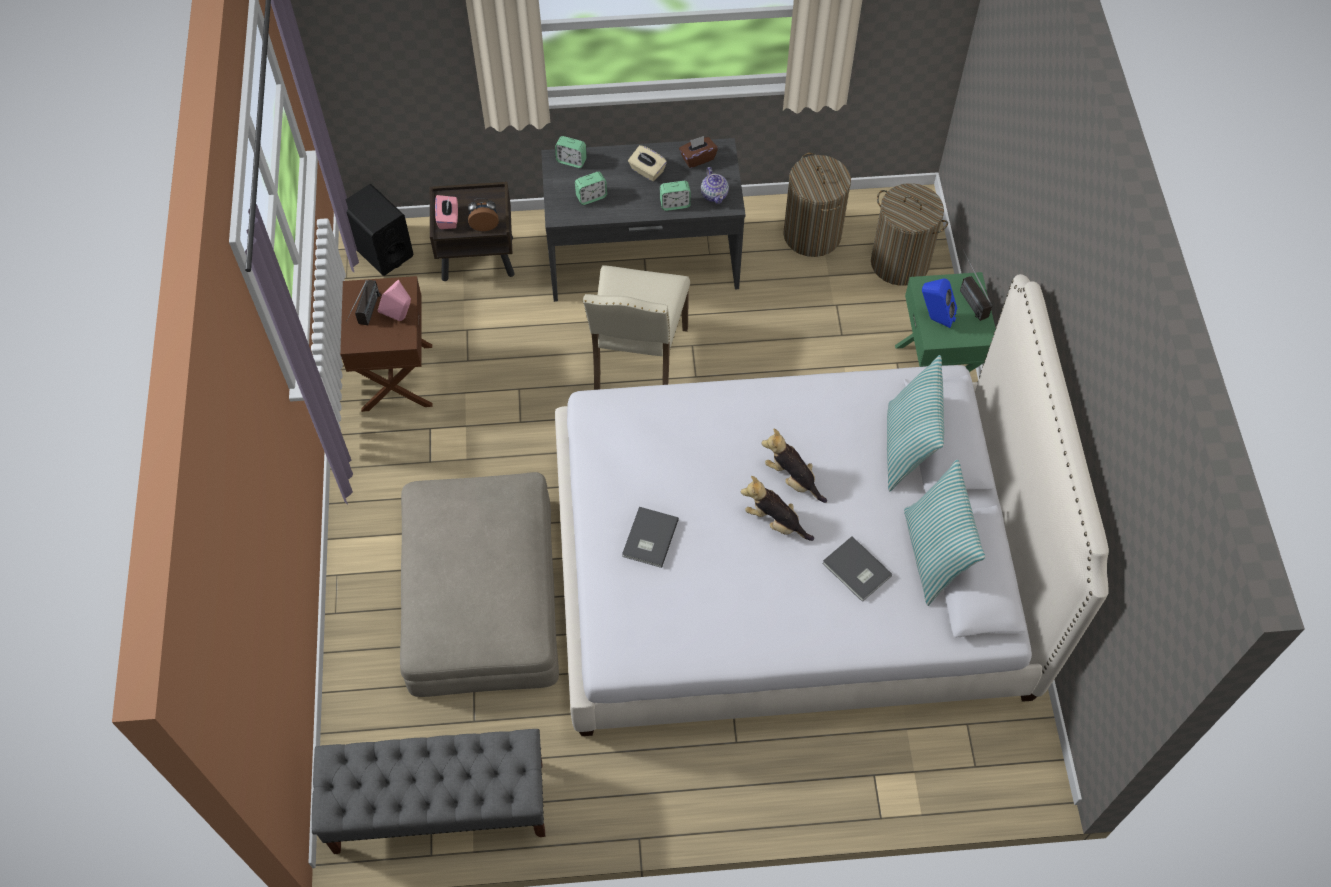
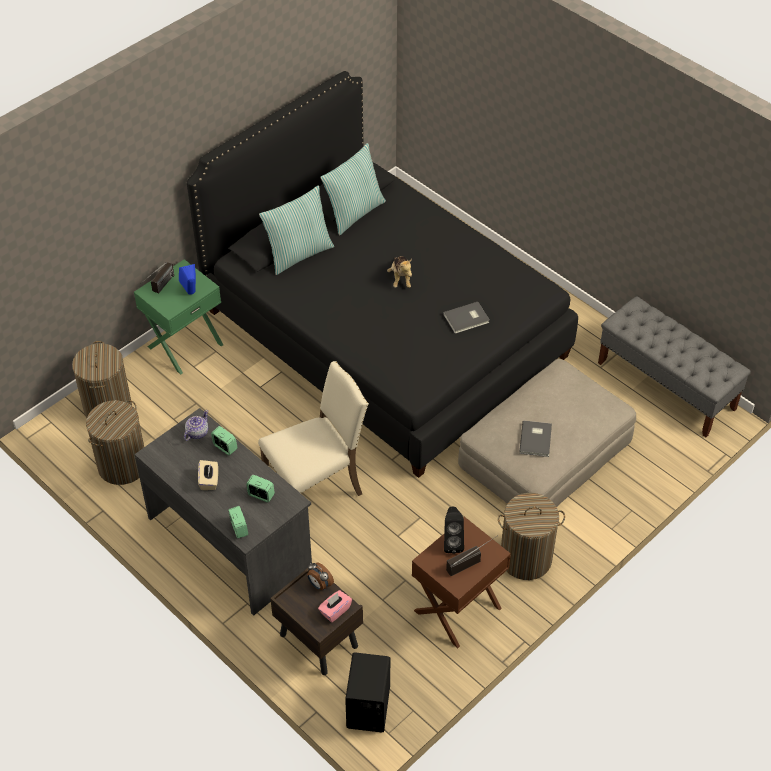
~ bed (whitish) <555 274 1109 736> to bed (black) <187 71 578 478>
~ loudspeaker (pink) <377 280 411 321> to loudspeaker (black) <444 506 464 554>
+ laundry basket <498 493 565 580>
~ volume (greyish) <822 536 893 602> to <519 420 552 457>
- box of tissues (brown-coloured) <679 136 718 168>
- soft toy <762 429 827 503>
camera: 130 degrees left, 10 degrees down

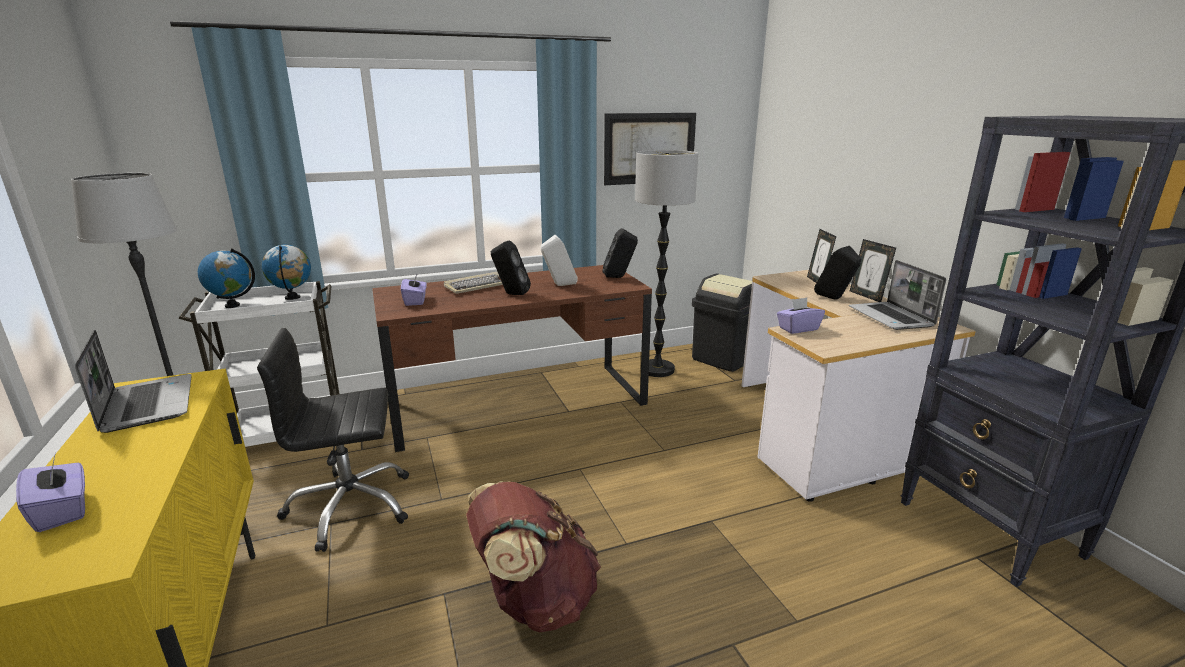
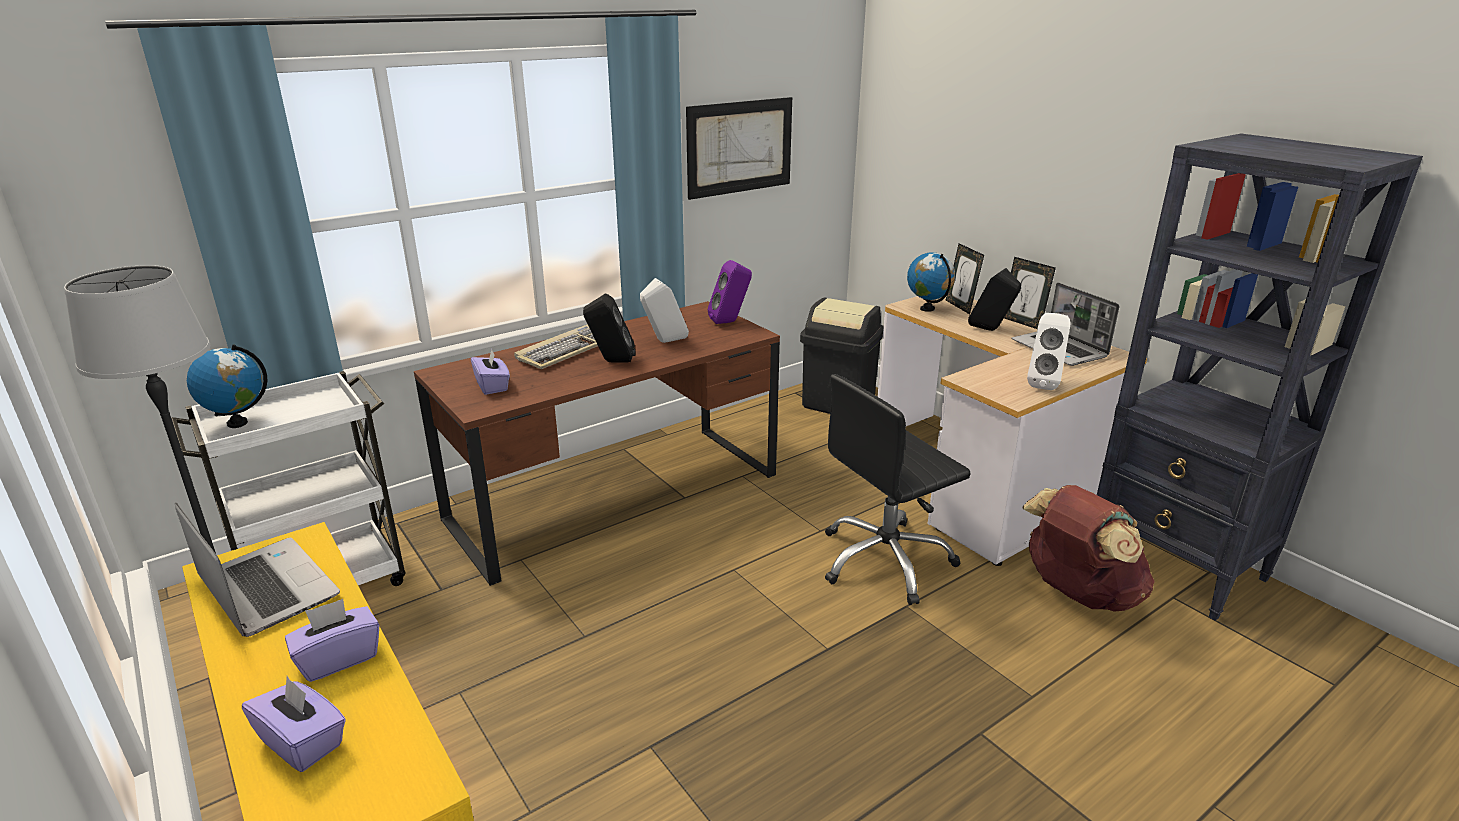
~ box of tissues (purple) <777 297 825 334> to <285 599 379 682>
~ loudspeaker (black) <602 228 638 278> to loudspeaker (purple) <708 260 752 324>
~ office chair (black) <257 328 409 552> to <825 374 971 605>
~ desk globe <262 245 311 300> to <907 252 955 312>
~ knapsack (brown-coloured) <466 481 601 632> to <1022 485 1155 611>
+ loudspeaker (whitish) <1027 313 1070 390>
- standard lamp <635 150 698 377>
camera: 15 degrees left, 5 degrees up

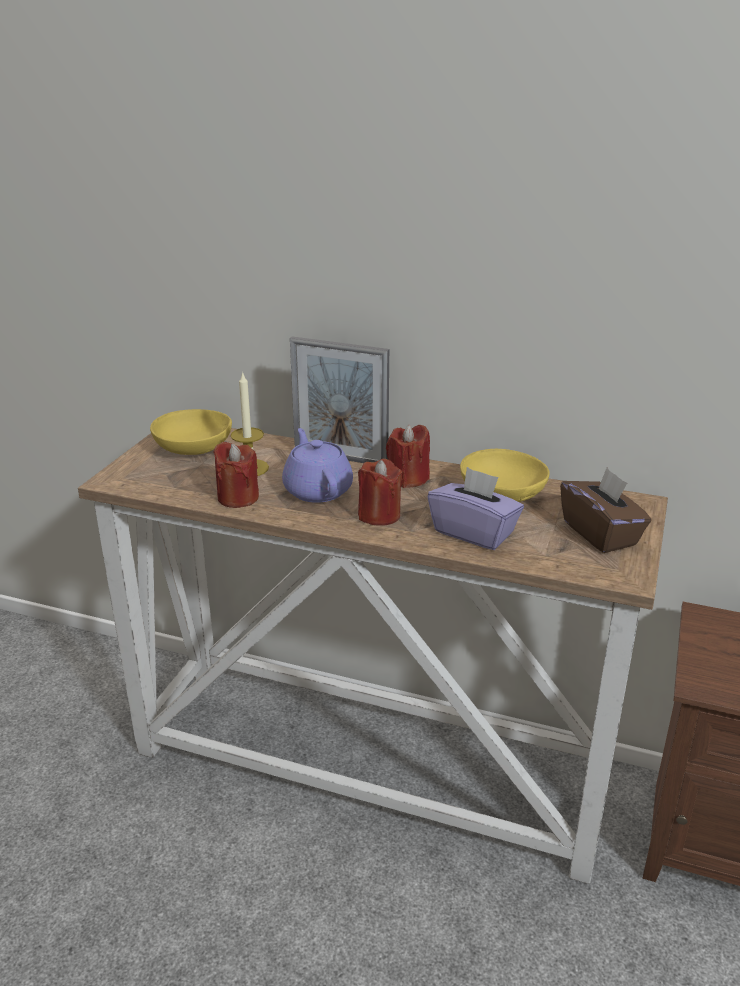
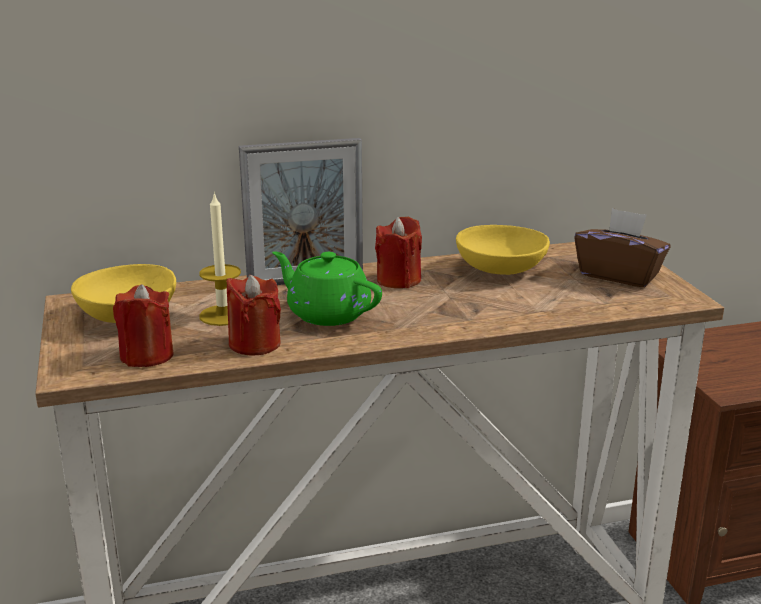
~ wax candle (red) <358 459 402 526> to <113 284 174 367>
~ tea pot (purple) <282 428 353 503> to tea pot (green) <272 251 382 326>
- box of tissues (purple) <428 467 524 550>
camera: 35 degrees left, 5 degrees down

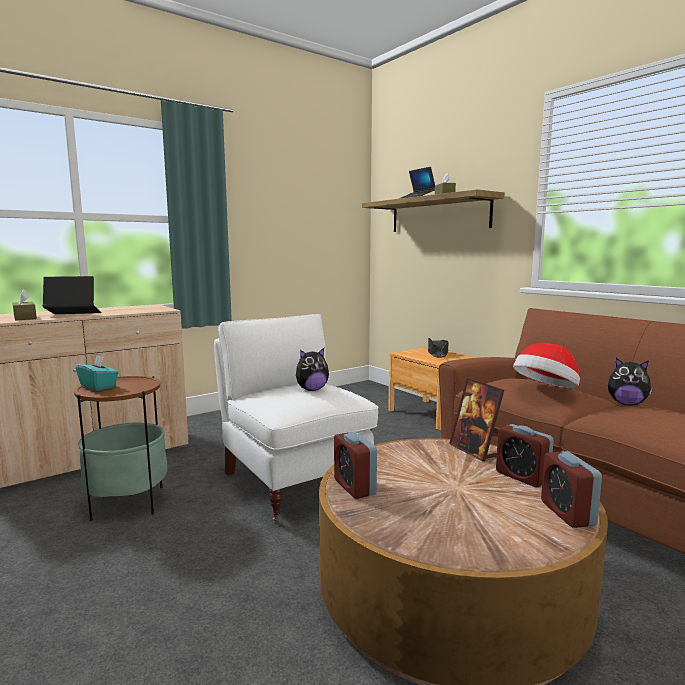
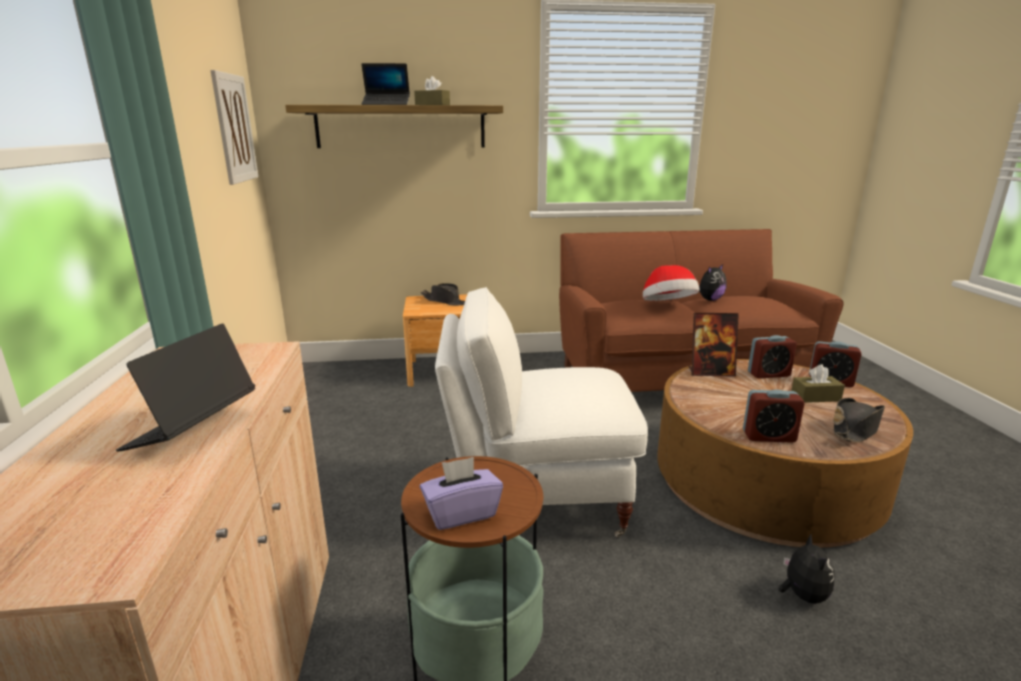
+ wall picture <210 70 258 185>
~ box of tissues (turquoise-coloured) <76 355 119 391> to box of tissues (purple) <420 457 503 530>
~ soft toy <296 348 329 391> to <778 535 835 604>
~ box of tissues (brown-coloured) <13 289 37 321> to <791 364 845 403>
+ wearable hat (black) <833 398 885 443>
camera: 60 degrees left, 10 degrees up

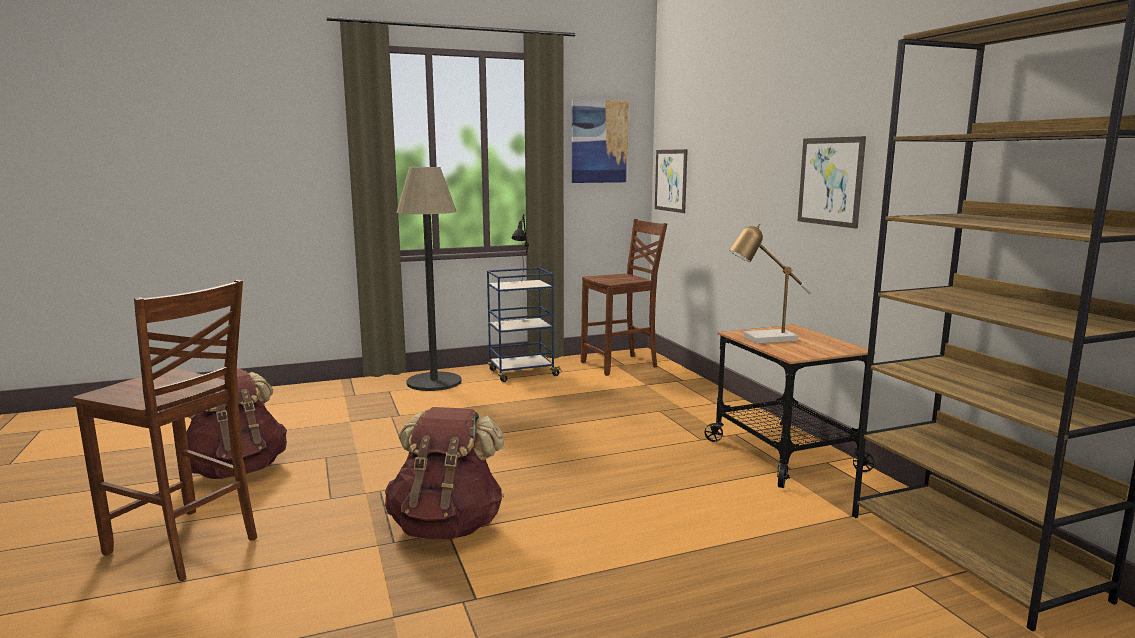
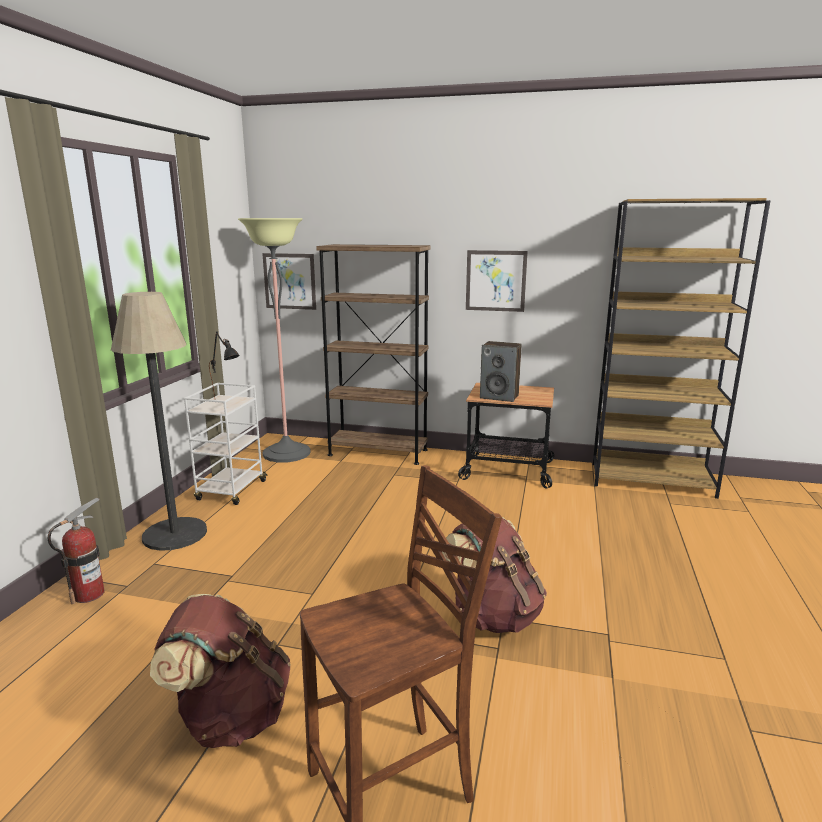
+ extinguisher <47 498 105 604>
~ trolley (bluish) <487 268 562 382> to trolley (whitish) <184 383 268 505>
~ chair (brown-coloured) <581 219 667 376> to standard lamp <238 218 311 463>
+ shelving unit (brown-coloured) <316 244 431 465>
~ lamp for a table <729 224 812 344> to loudspeaker <480 341 522 402>
- wall picture <572 99 629 183>
camera: 55 degrees left, 5 degrees up

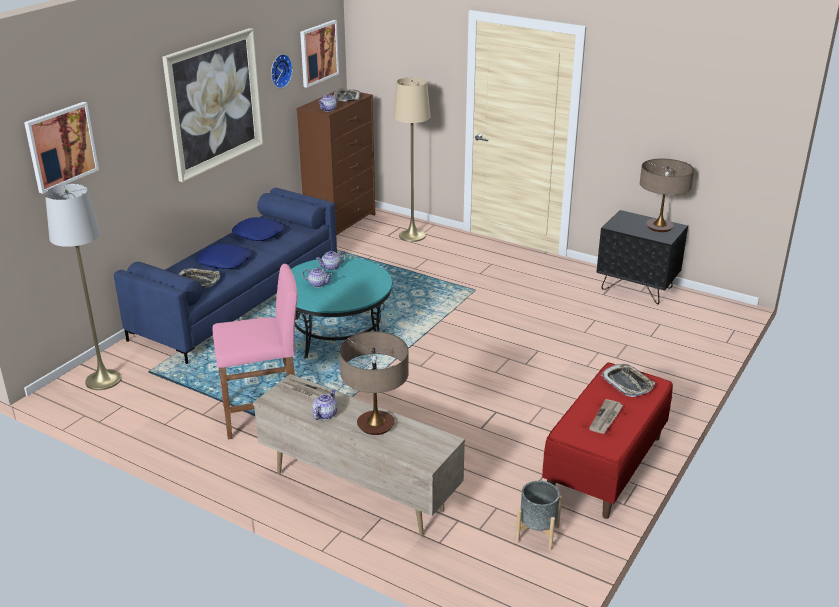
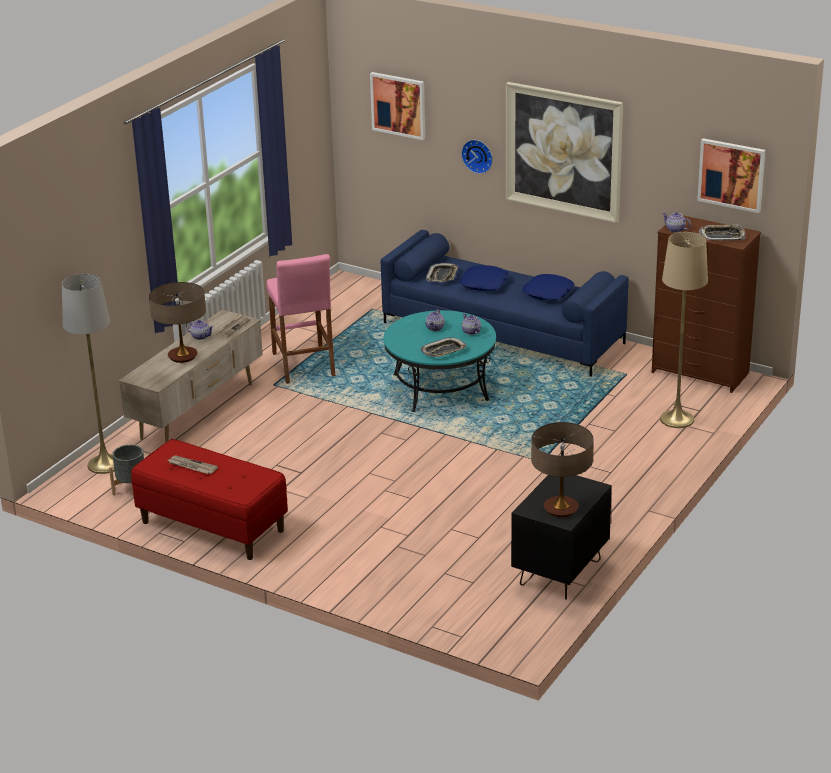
~ standard lamp (greyish) <45 184 122 390> to <62 274 114 474>
~ tray <601 364 655 397> to <420 337 466 357>
~ clock on the wall <271 54 293 88> to <461 140 493 174>
camera: 90 degrees right, 0 degrees up

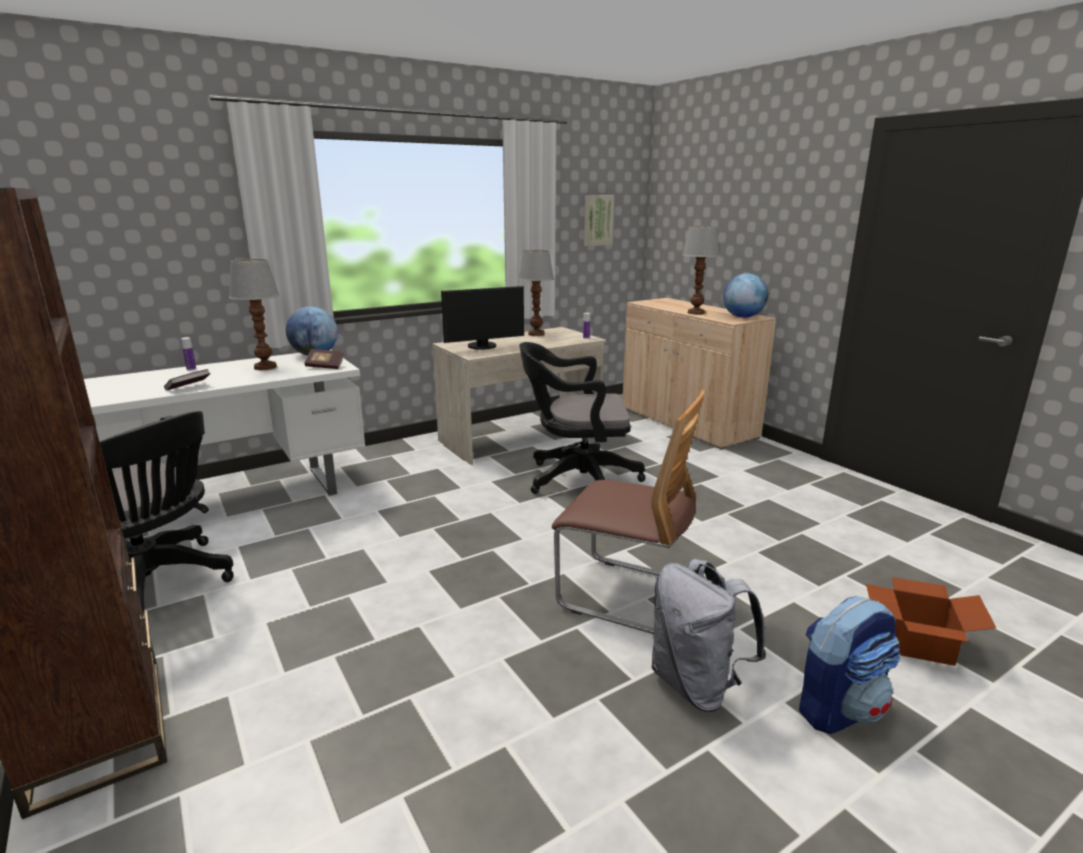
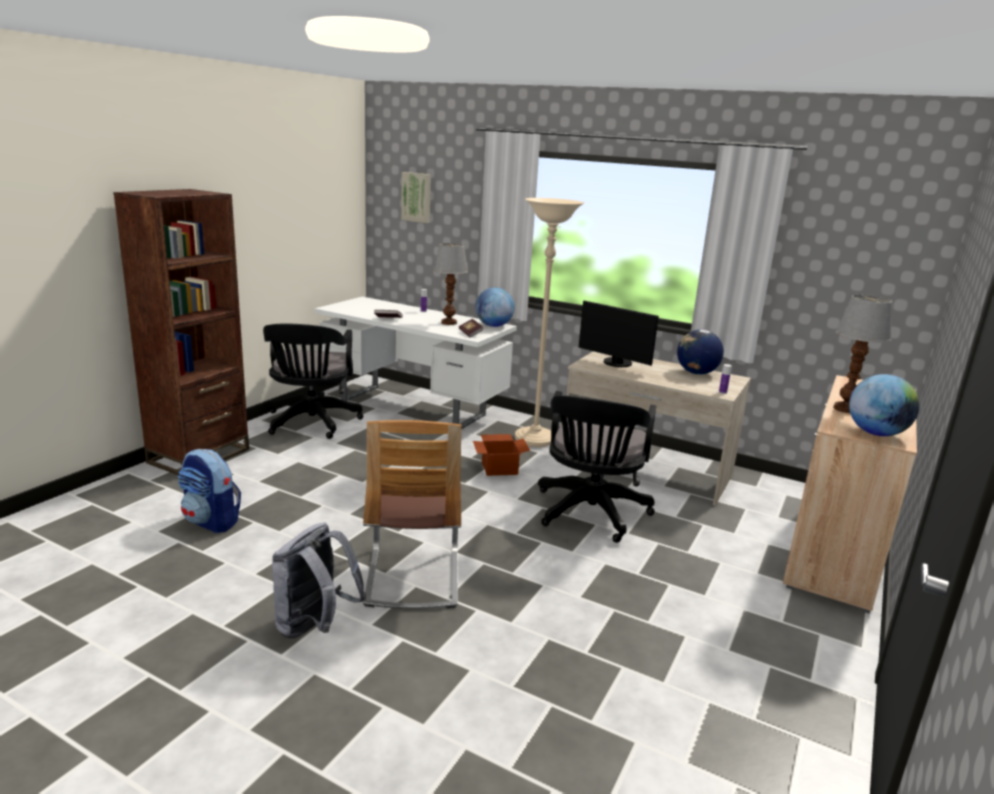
~ knapsack <799 596 901 734> to <178 449 241 533>
~ wall picture <584 195 614 246> to <401 172 431 223>
~ carton <866 577 996 666> to <473 434 530 476>
+ standard lamp (beige-coloured) <515 198 584 447>
~ office chair (black) <519 342 645 494> = <538 391 656 543> 135 degrees counterclockwise
~ lamp for a table <518 250 554 336> to desk globe <677 330 724 374>
camera: 60 degrees right, 0 degrees up

